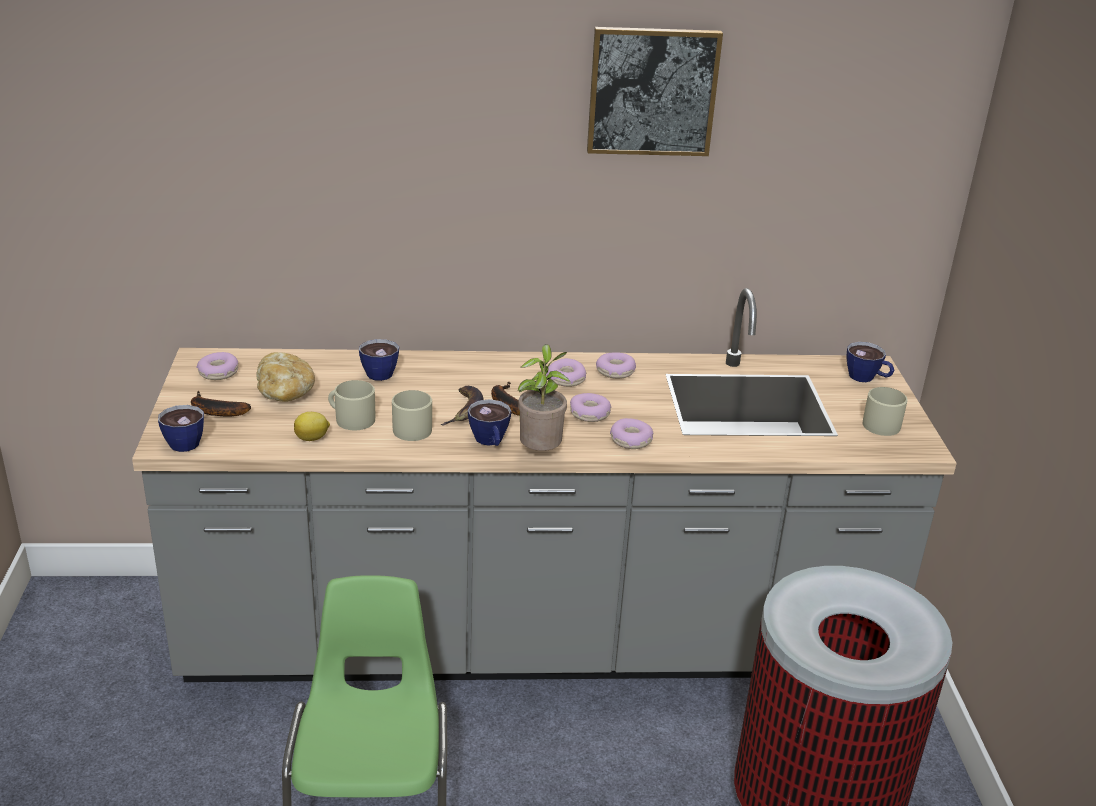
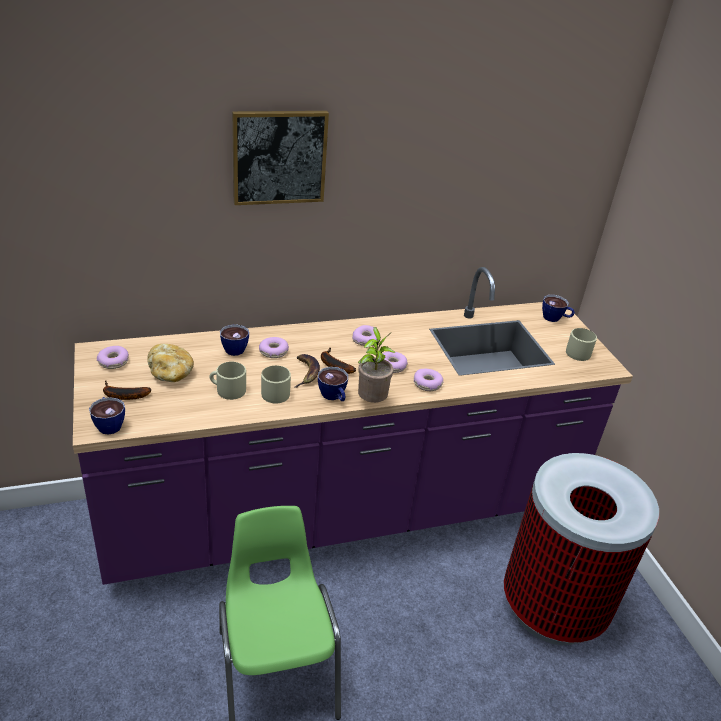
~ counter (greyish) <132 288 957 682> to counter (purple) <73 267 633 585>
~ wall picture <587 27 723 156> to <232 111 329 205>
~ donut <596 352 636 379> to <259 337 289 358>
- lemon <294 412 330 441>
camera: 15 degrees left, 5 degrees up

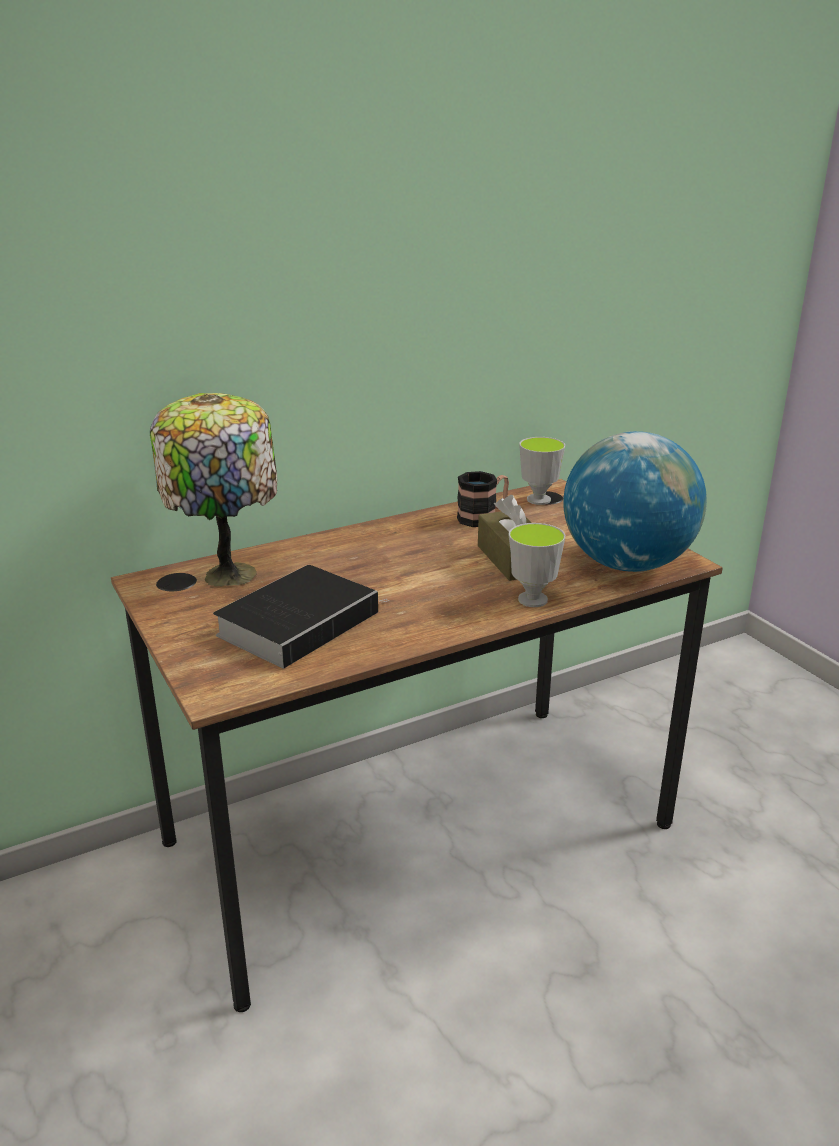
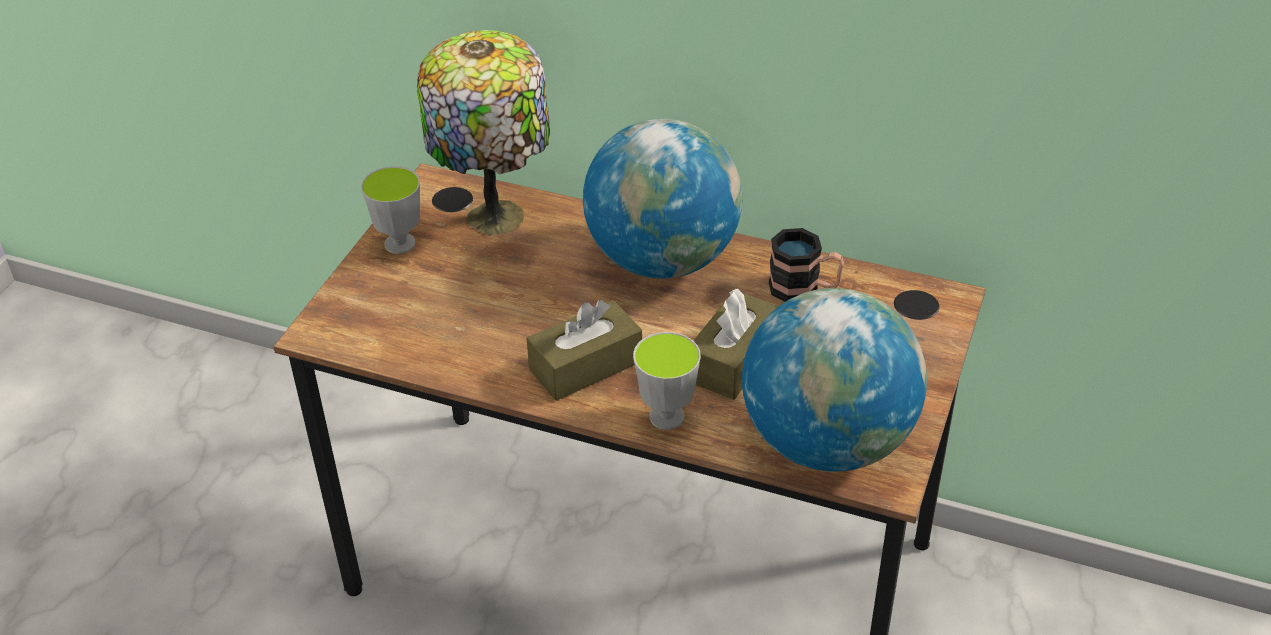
~ small cup <519 437 565 505> to <361 166 420 254>
+ box of tissues (brown-coloured) <526 300 642 401>
+ desk globe <583 119 742 279>
- volume <213 565 390 669>
camera: 50 degrees right, 15 degrees up

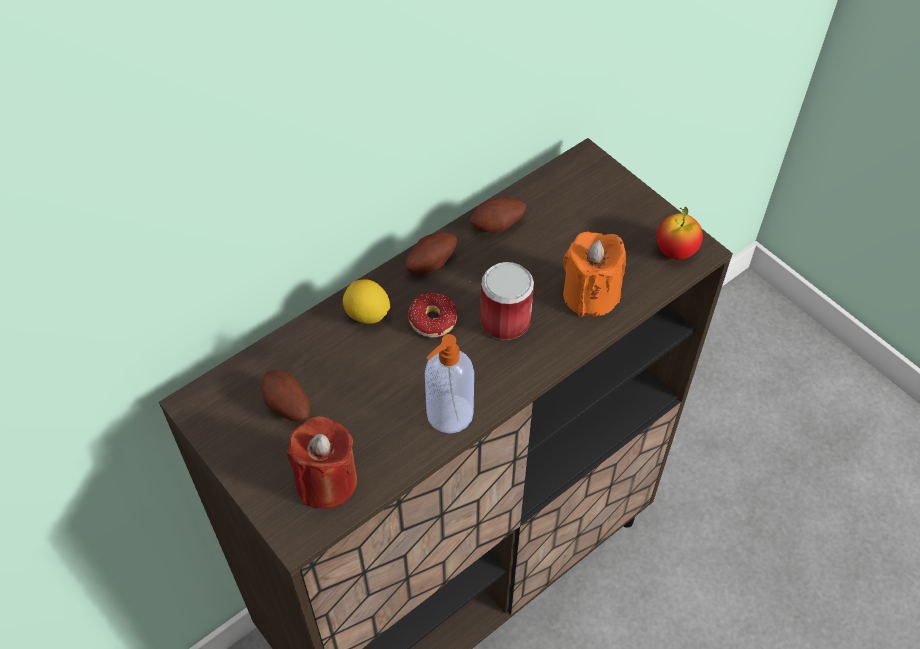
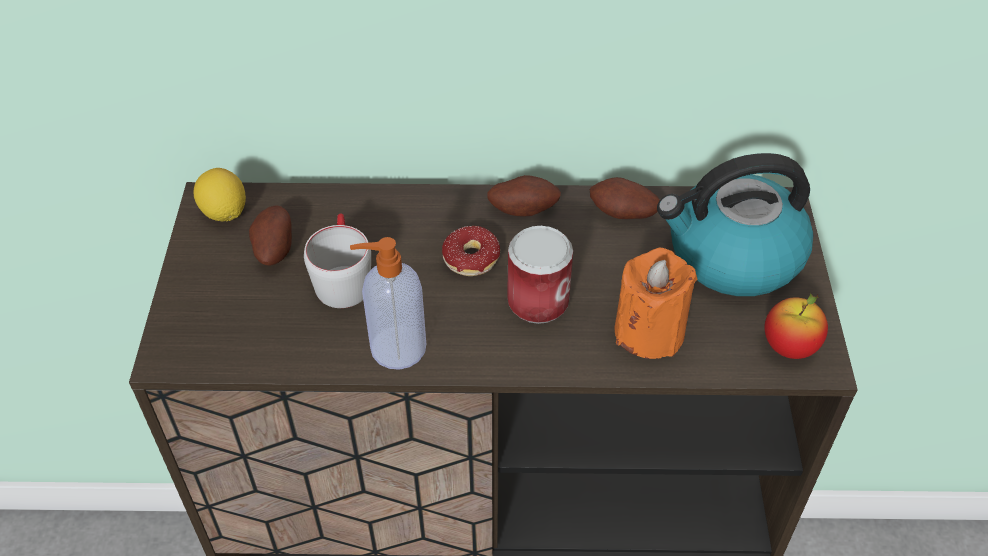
~ lemon <343 279 390 324> to <193 168 246 221>
+ tea mug (greyish) <304 213 371 308>
+ tea kettle <657 153 813 296>
- wax candle (red) <286 416 357 509>
camera: 40 degrees right, 5 degrees down

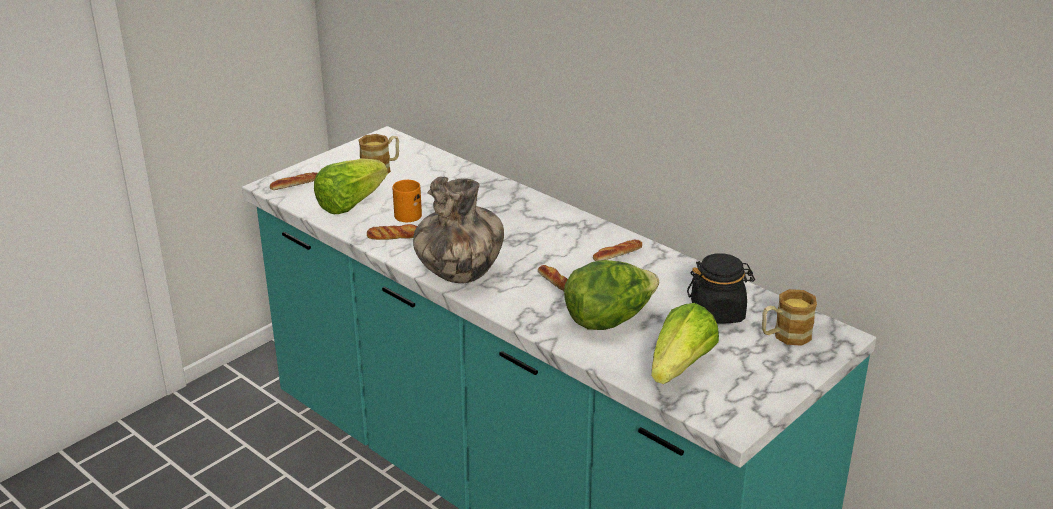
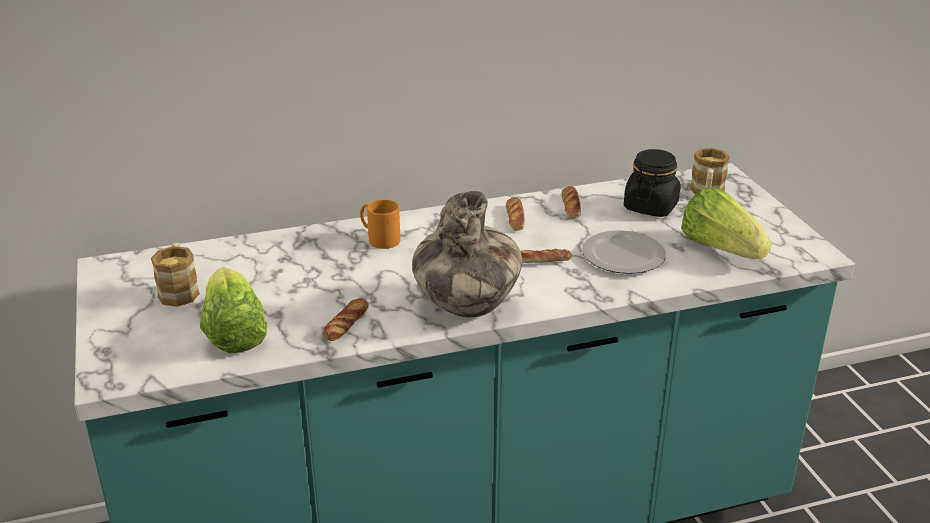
~ tea mug (orange) <393 180 422 222> to <360 199 400 249>
~ bakery bread <270 172 317 190> to <561 186 581 219>
~ lettuce <564 260 659 330> to flat dish <582 230 666 274>
camera: 60 degrees left, 0 degrees up

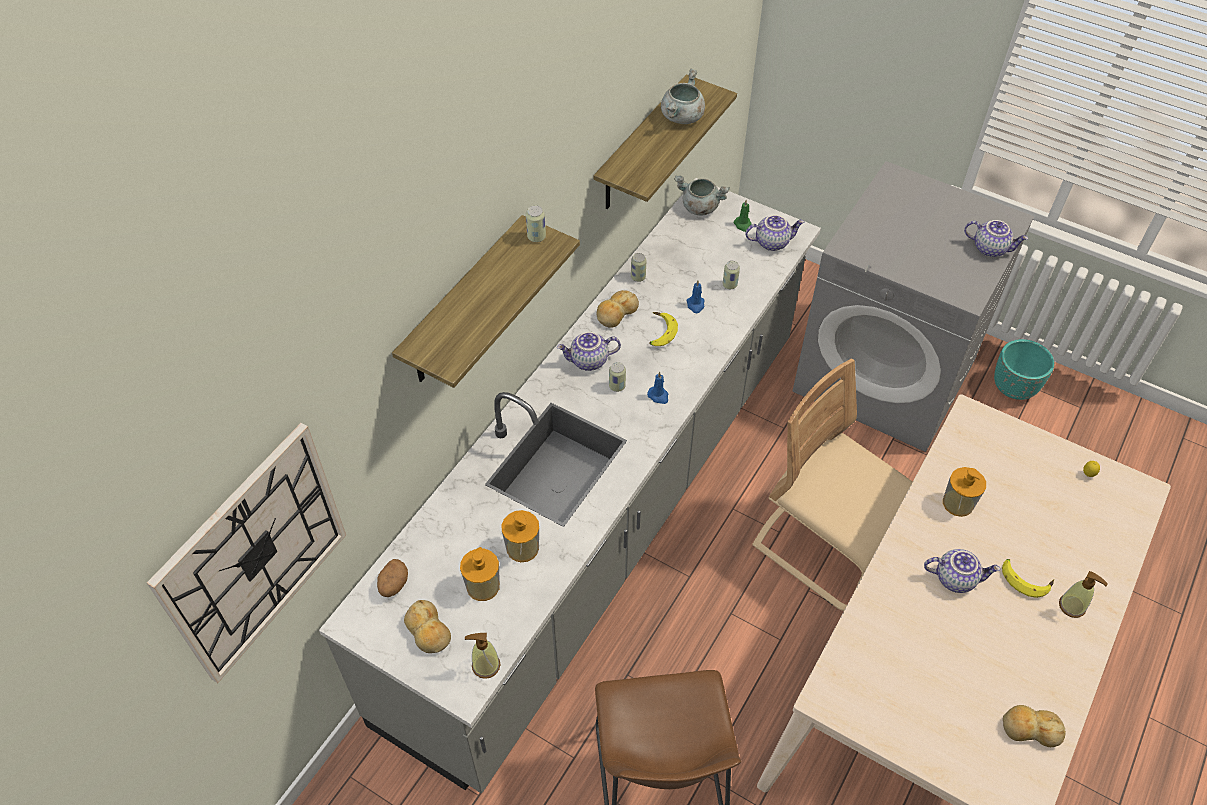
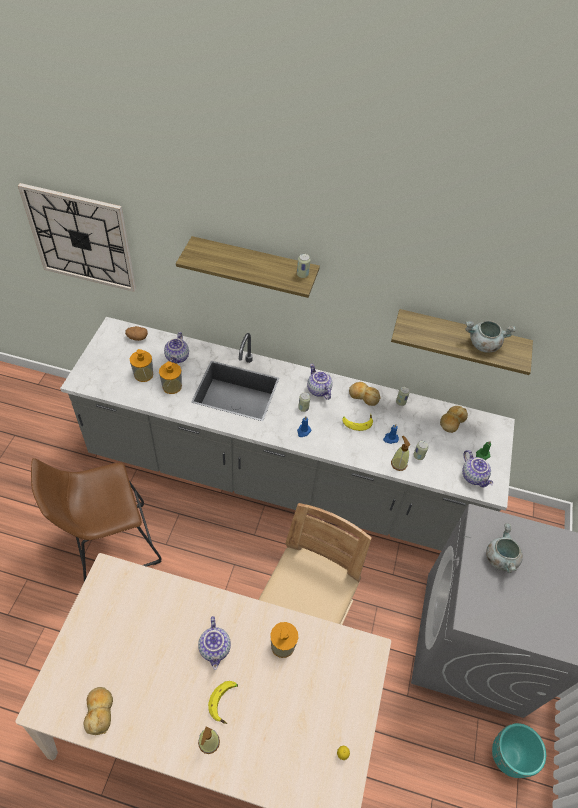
~ tea pot <964 220 1028 257> to <164 332 189 364>
~ soap bottle <465 633 501 679> to <391 436 410 471>
~ bakery bread <404 600 451 653> to <440 406 468 433>
~ stockpot (greyish) <674 175 730 215> to <486 523 523 573>
camera: 70 degrees right, 0 degrees up

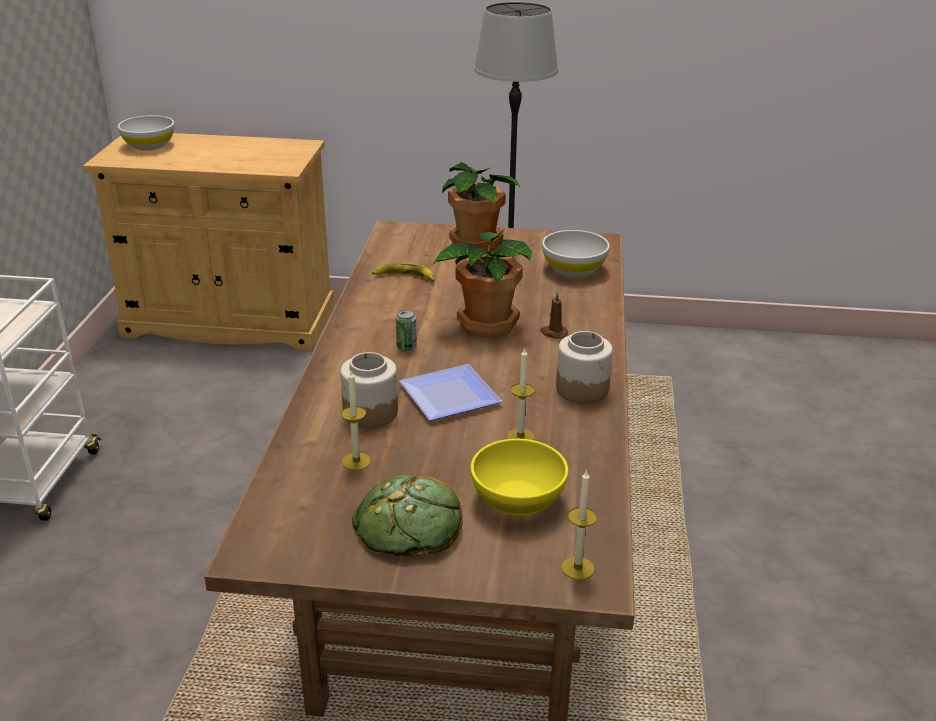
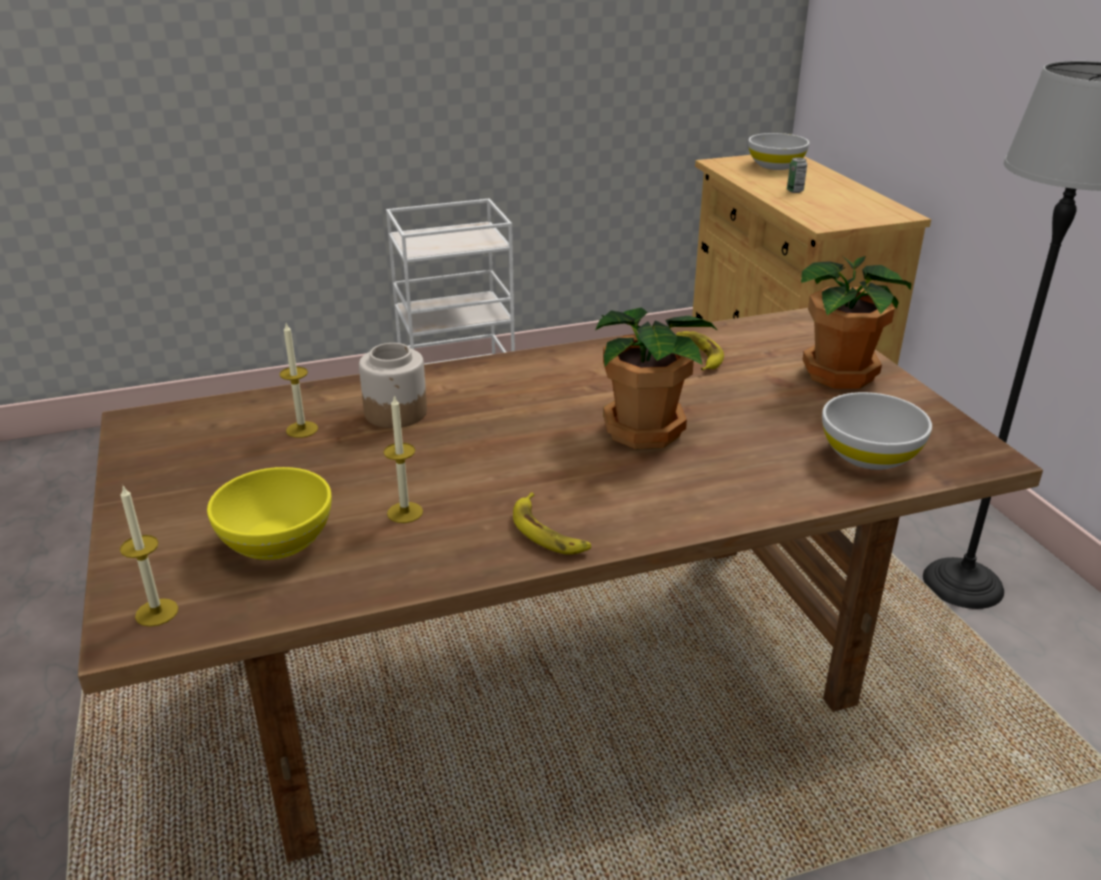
~ preserve jar <556 331 613 403> to whole banana <513 492 591 555>
~ can <396 310 417 351> to <787 157 807 193>
- bakery bread <352 474 463 556>
- flat dish <399 364 502 421>
- wax candle (brown-coloured) <540 292 568 339>
camera: 65 degrees right, 0 degrees up

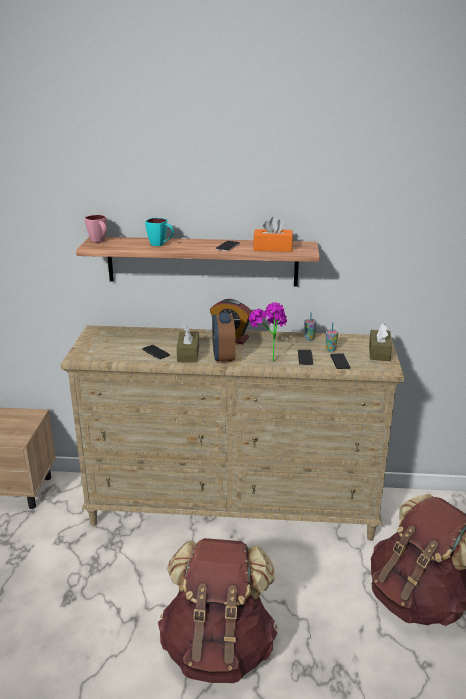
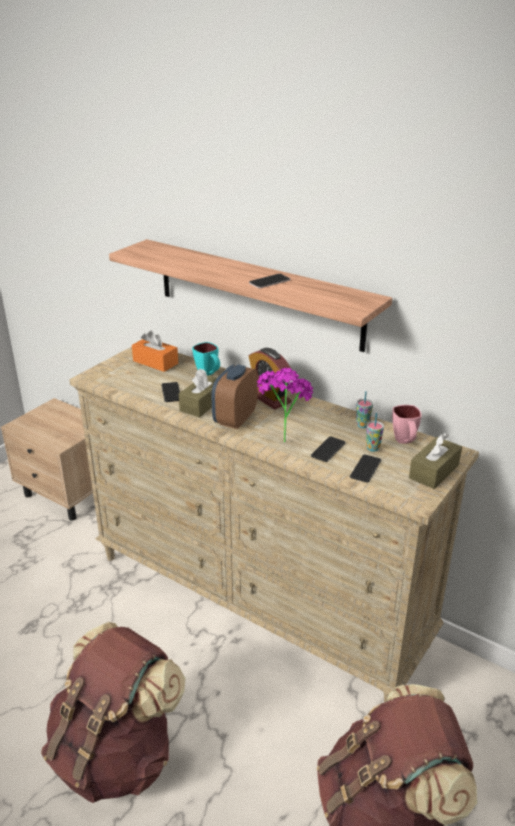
~ box of tissues (orange) <253 217 293 252> to <132 330 178 372>
~ tea mug (turquoise-coloured) <145 218 174 246> to <192 342 220 376>
~ tea mug (pink) <85 215 107 243> to <392 405 421 444>
camera: 30 degrees right, 5 degrees up

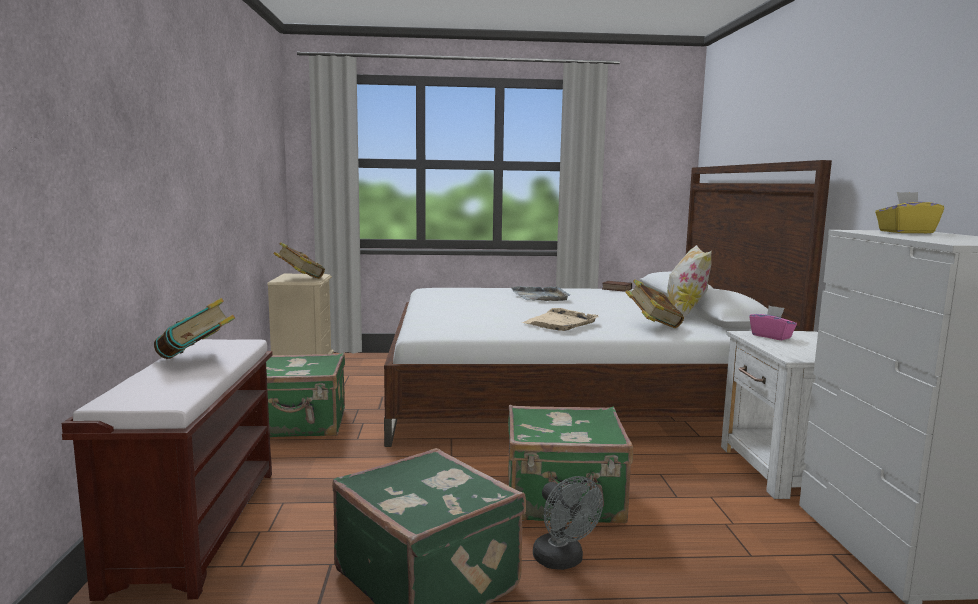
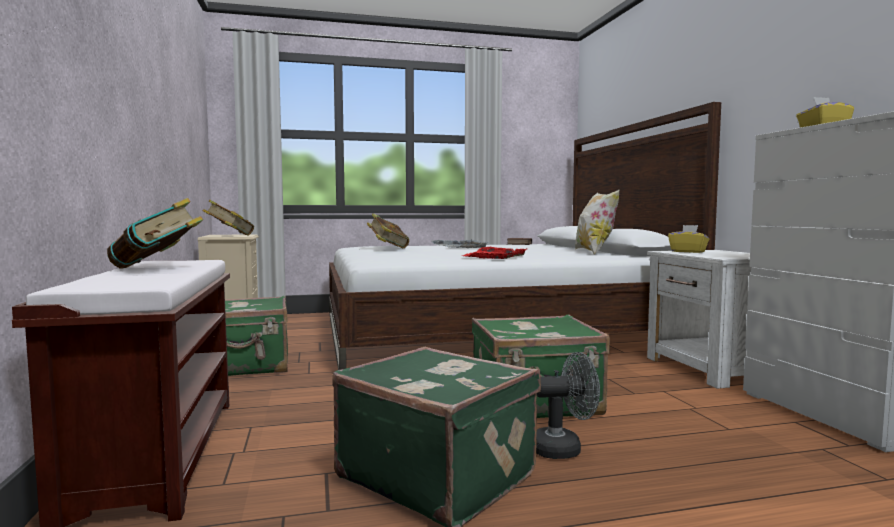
~ volume <625 279 684 328> to <367 214 409 248>
~ tray (beige-coloured) <522 308 598 331> to tray (red) <463 247 528 259>
~ fan (greyish) <533 476 603 570> = <536 352 600 459> 60 degrees counterclockwise
~ box of tissues (pink) <749 305 797 340> to box of tissues (yellow-coloured) <668 225 709 253>
camera: 10 degrees left, 5 degrees down

